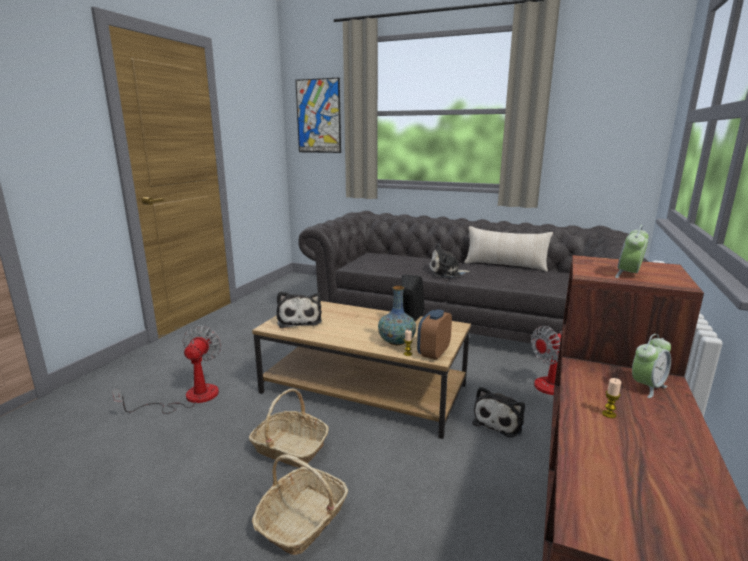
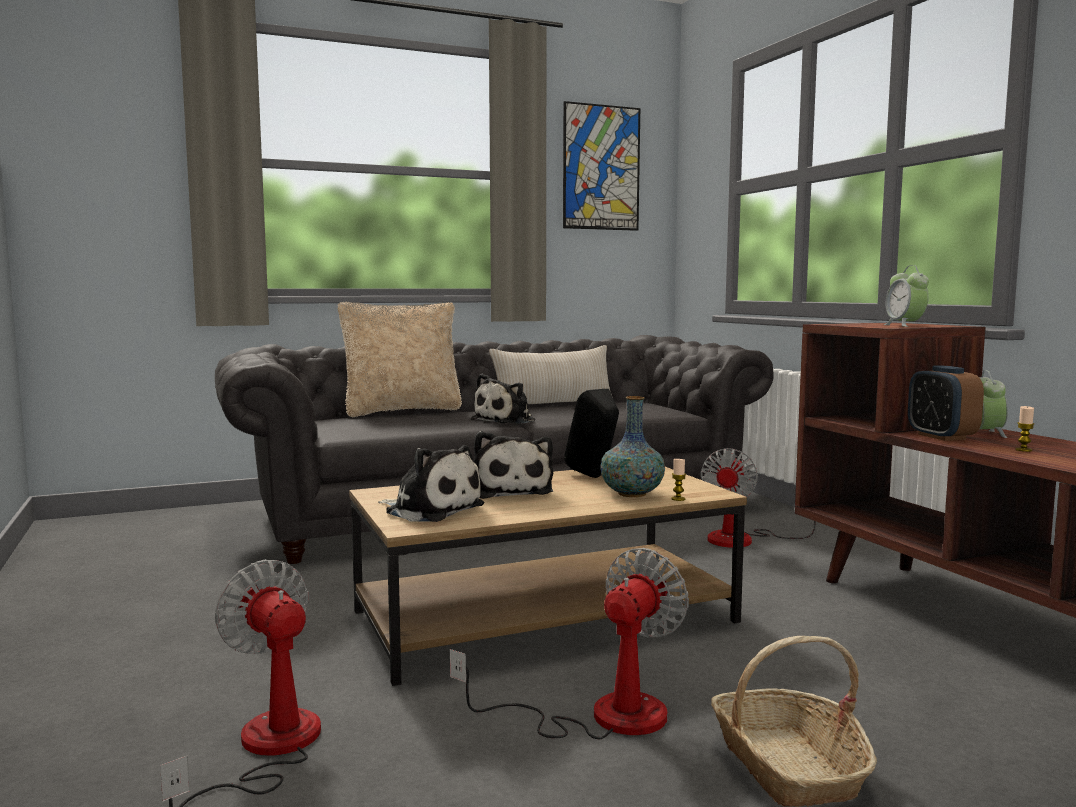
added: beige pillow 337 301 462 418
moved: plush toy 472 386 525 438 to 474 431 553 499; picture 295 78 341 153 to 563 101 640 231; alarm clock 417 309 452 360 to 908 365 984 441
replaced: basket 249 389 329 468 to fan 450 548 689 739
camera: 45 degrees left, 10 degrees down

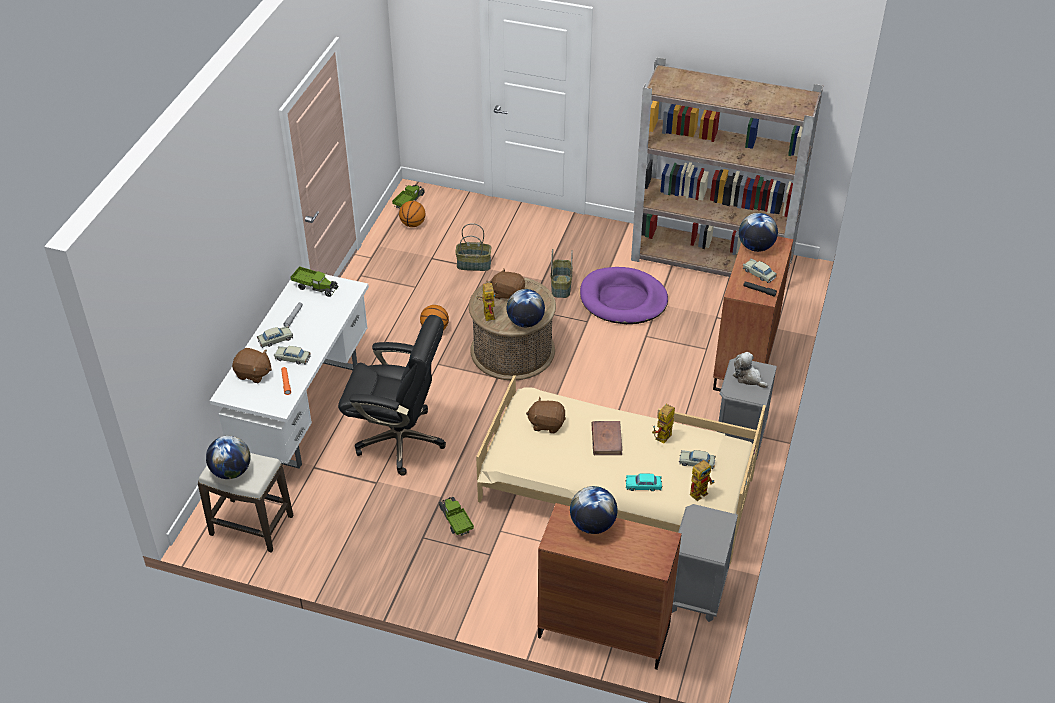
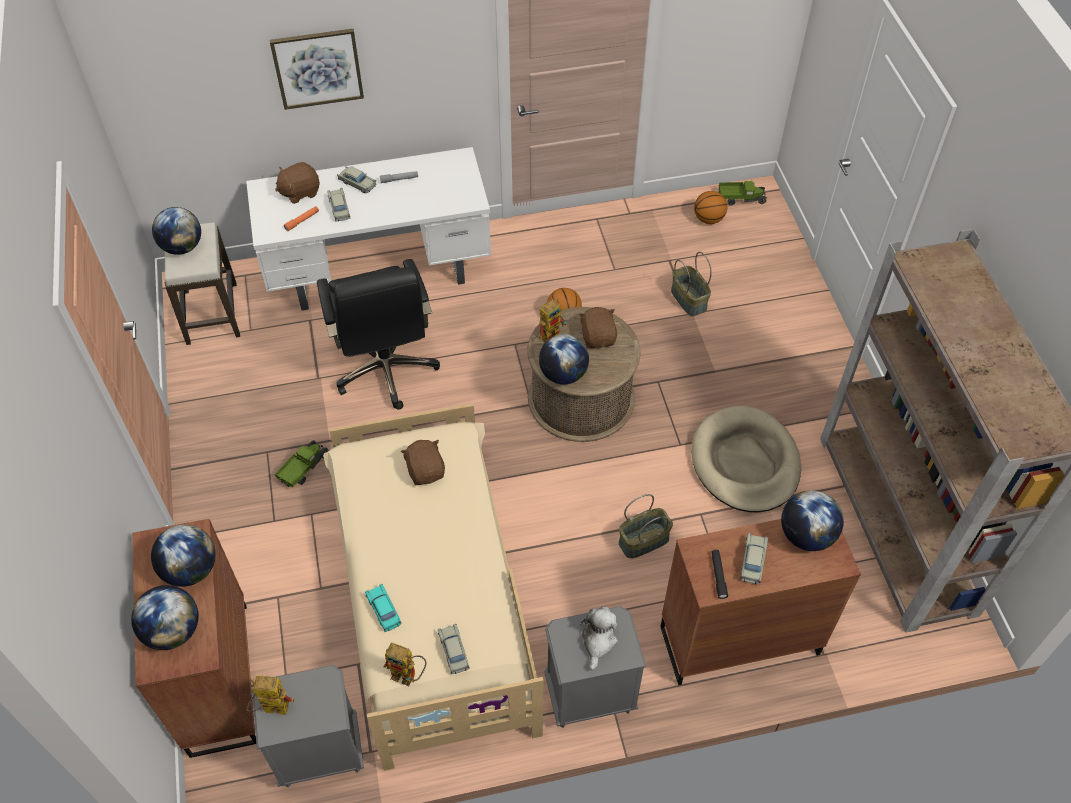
removed: toy truck 290 266 338 297; brown book 591 421 622 455
added: globe 131 585 199 650; picture 269 29 364 110
moved: toy robot 652 404 675 444 to 247 675 294 715; basket 550 249 573 298 to 619 494 673 558
recoloured: purple dog bed 580 267 668 324 to beige dog bed 691 406 801 513
turned: brown plush toy 232 348 272 383 = 275 162 320 204 75 degrees clockwise
camera: 60 degrees right, 10 degrees up

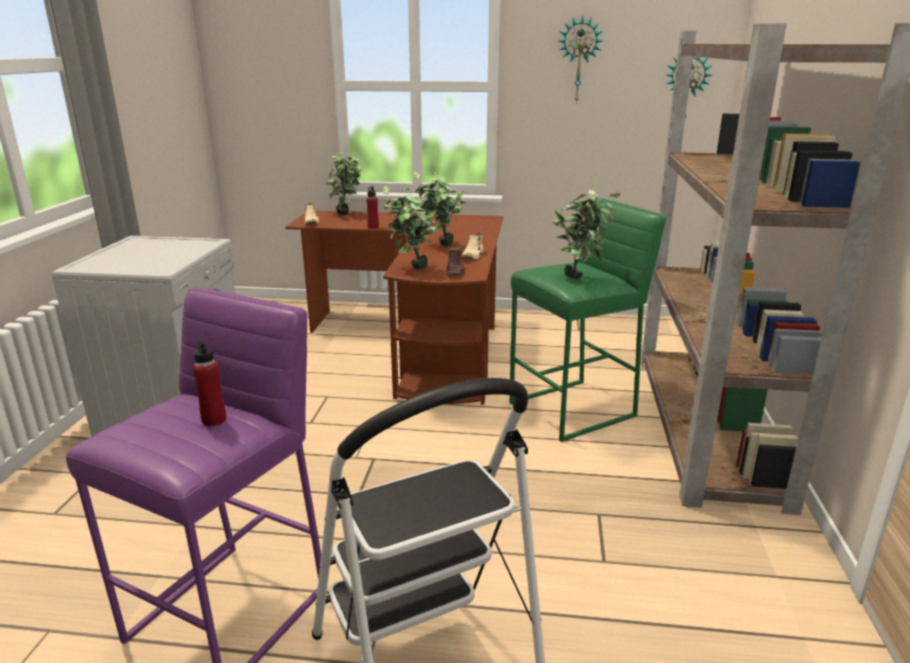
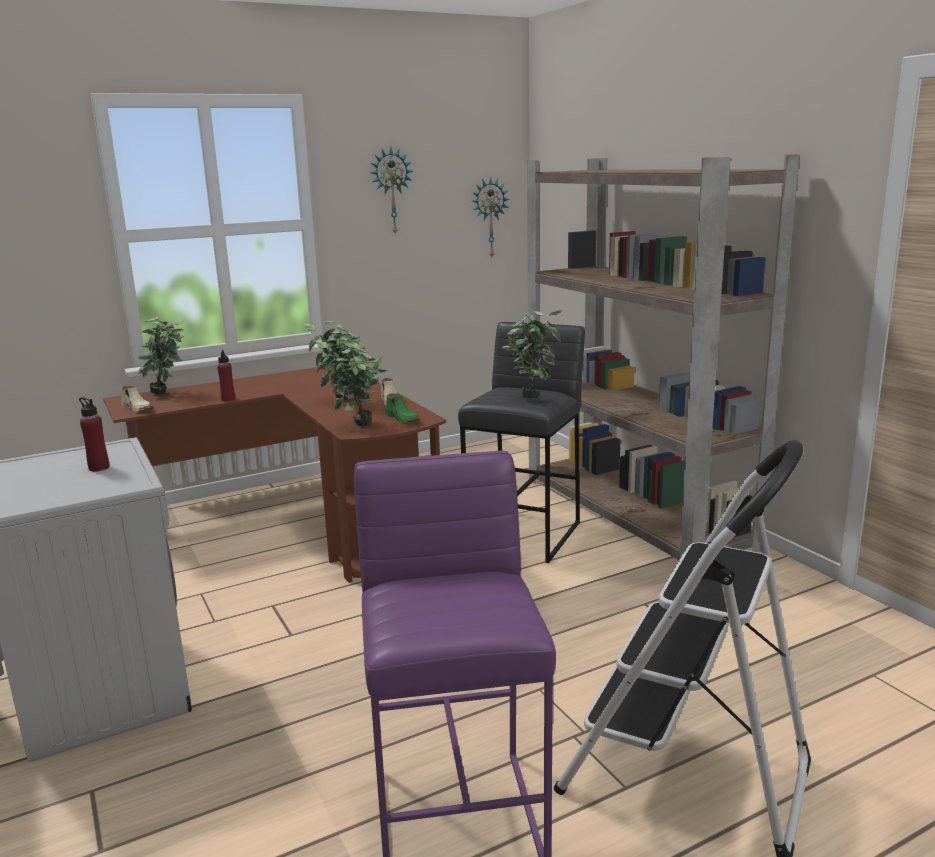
moved: red bottle 193 337 226 426 to 79 397 110 471
recoloured: brown shoe 446 246 465 275 to green shoe 385 393 420 423; green stool 510 198 666 442 to grey stool 458 322 585 563
camera: 35 degrees left, 5 degrees down

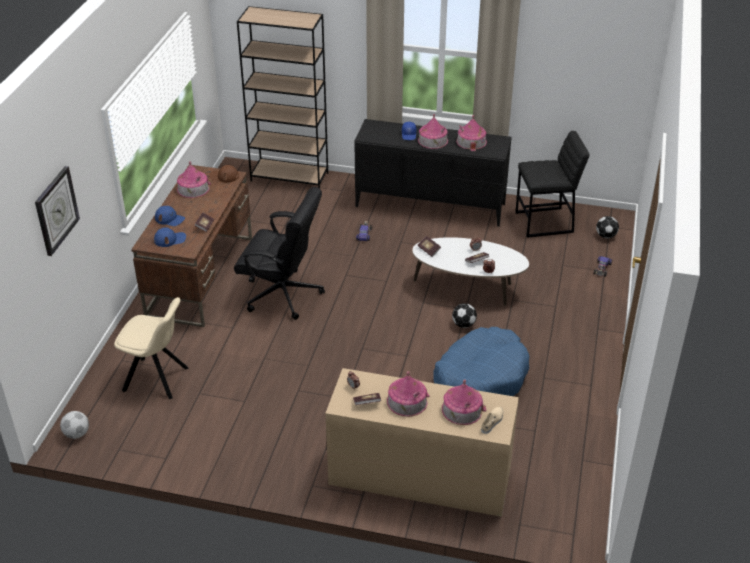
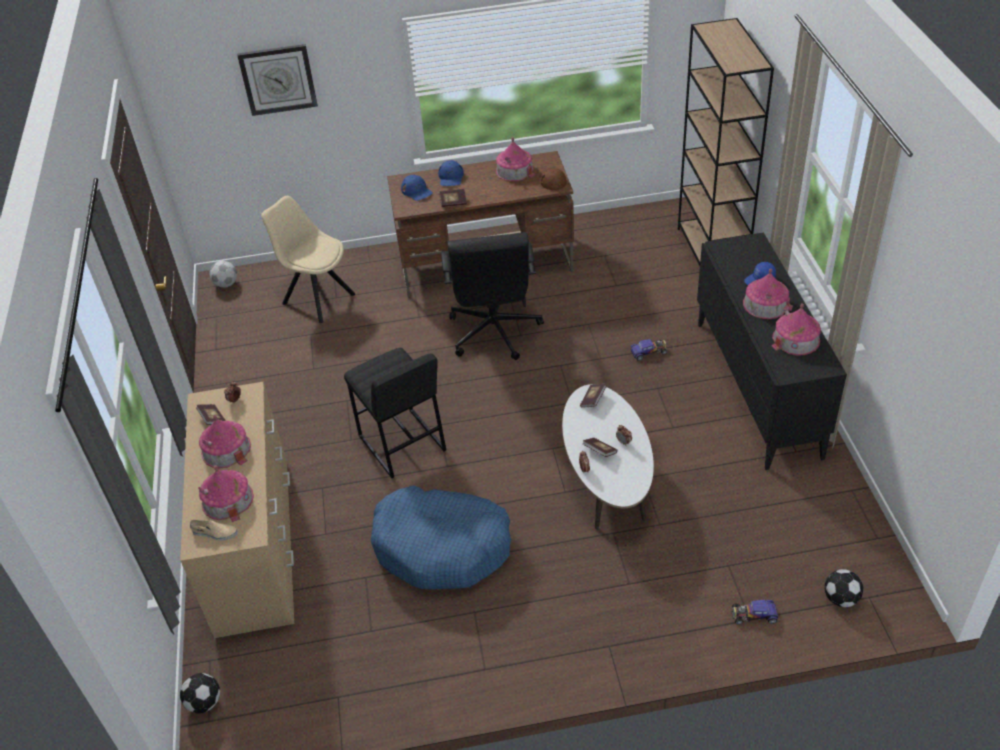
moved: football 452 303 477 328 to 180 673 220 713; black stool 515 131 590 238 to 344 348 446 478
turned: beige chair 114 297 189 399 = 261 196 355 323 135 degrees clockwise
camera: 70 degrees right, 5 degrees up

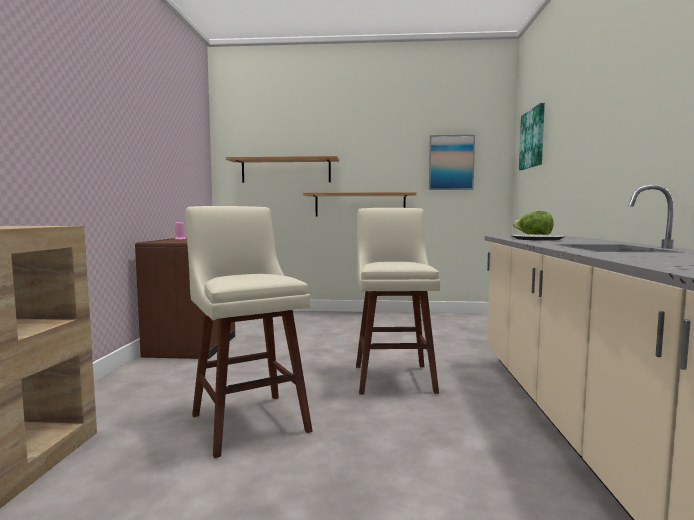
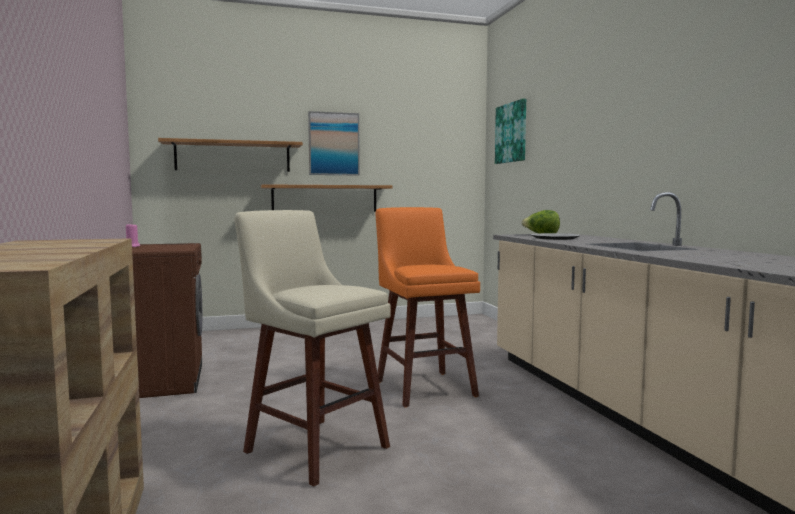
moved: picture 429 135 475 190 to 308 111 360 176
recoloured: beige stool 356 208 440 395 to orange stool 376 207 480 407
camera: 20 degrees left, 0 degrees up

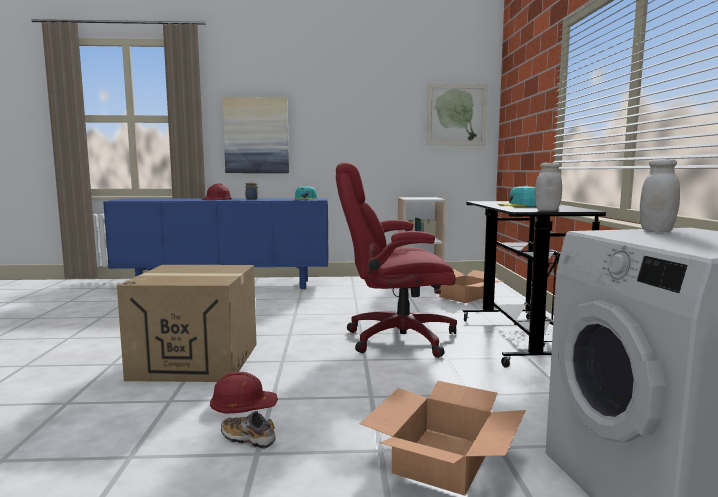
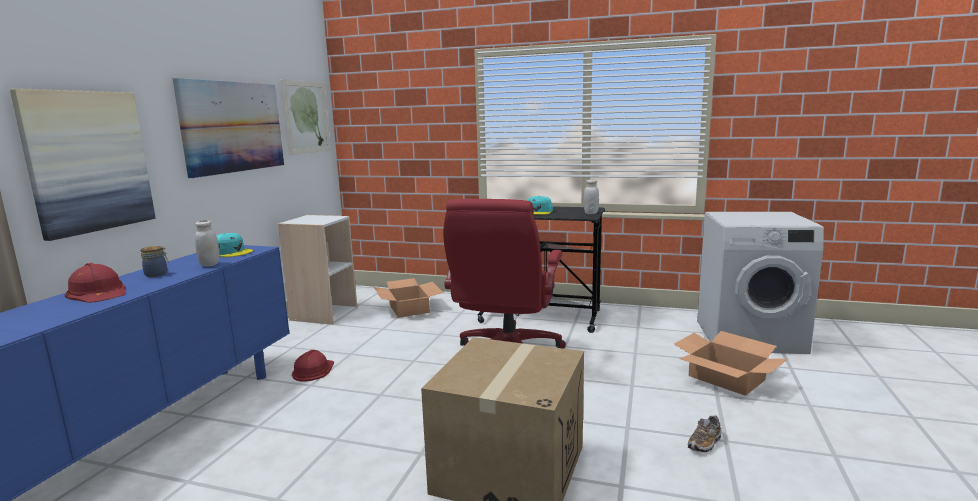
added: picture 172 78 284 178
moved: white jar 640 159 680 232 to 195 220 219 267; red hard hat 210 372 278 414 to 292 350 334 381
camera: 70 degrees left, 5 degrees up

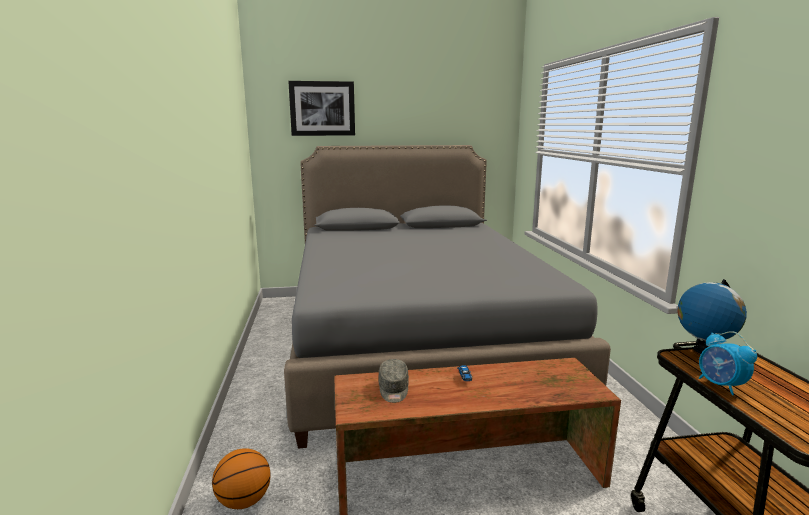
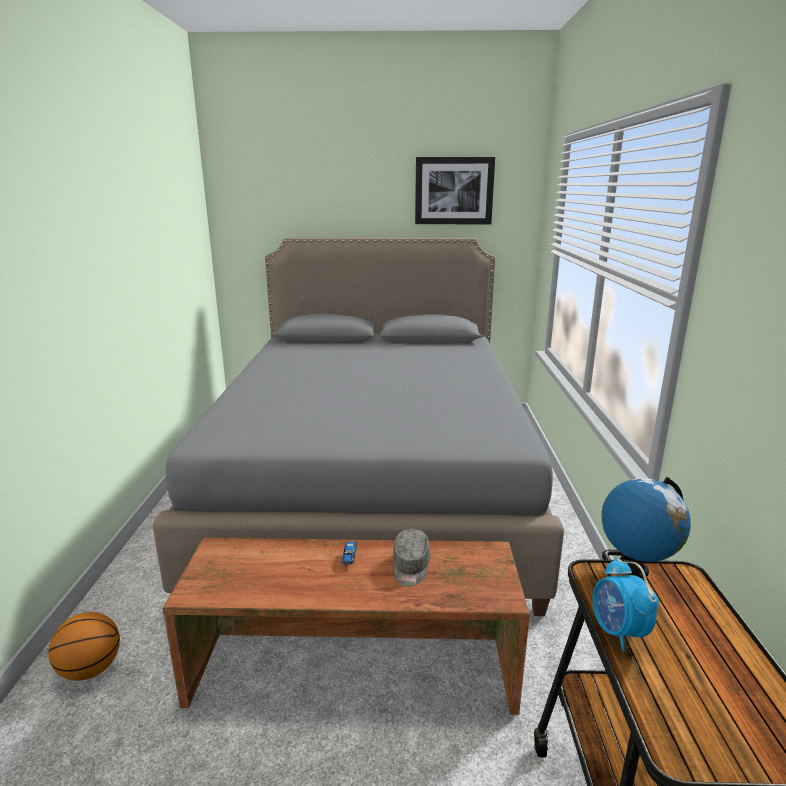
moved: grey cap 378 359 409 403 to 393 529 430 586; picture 288 81 355 136 to 415 157 495 224
camera: 10 degrees right, 5 degrees up

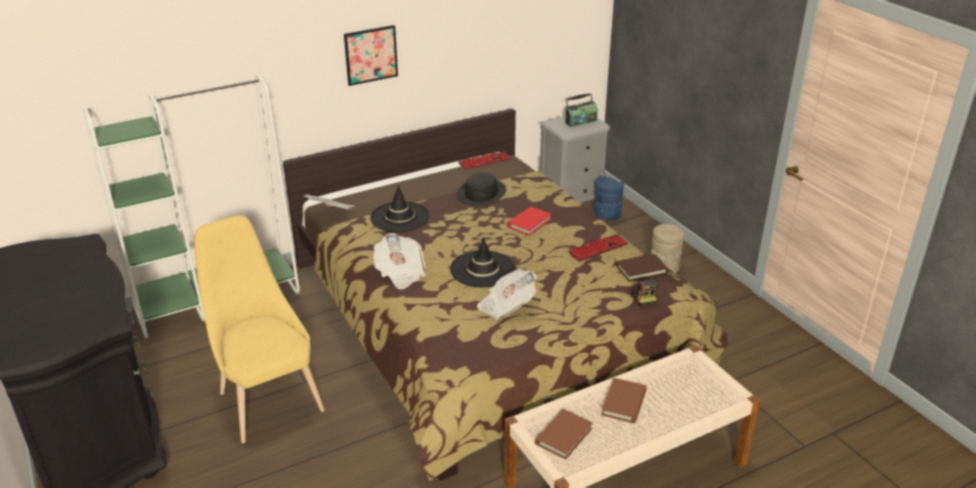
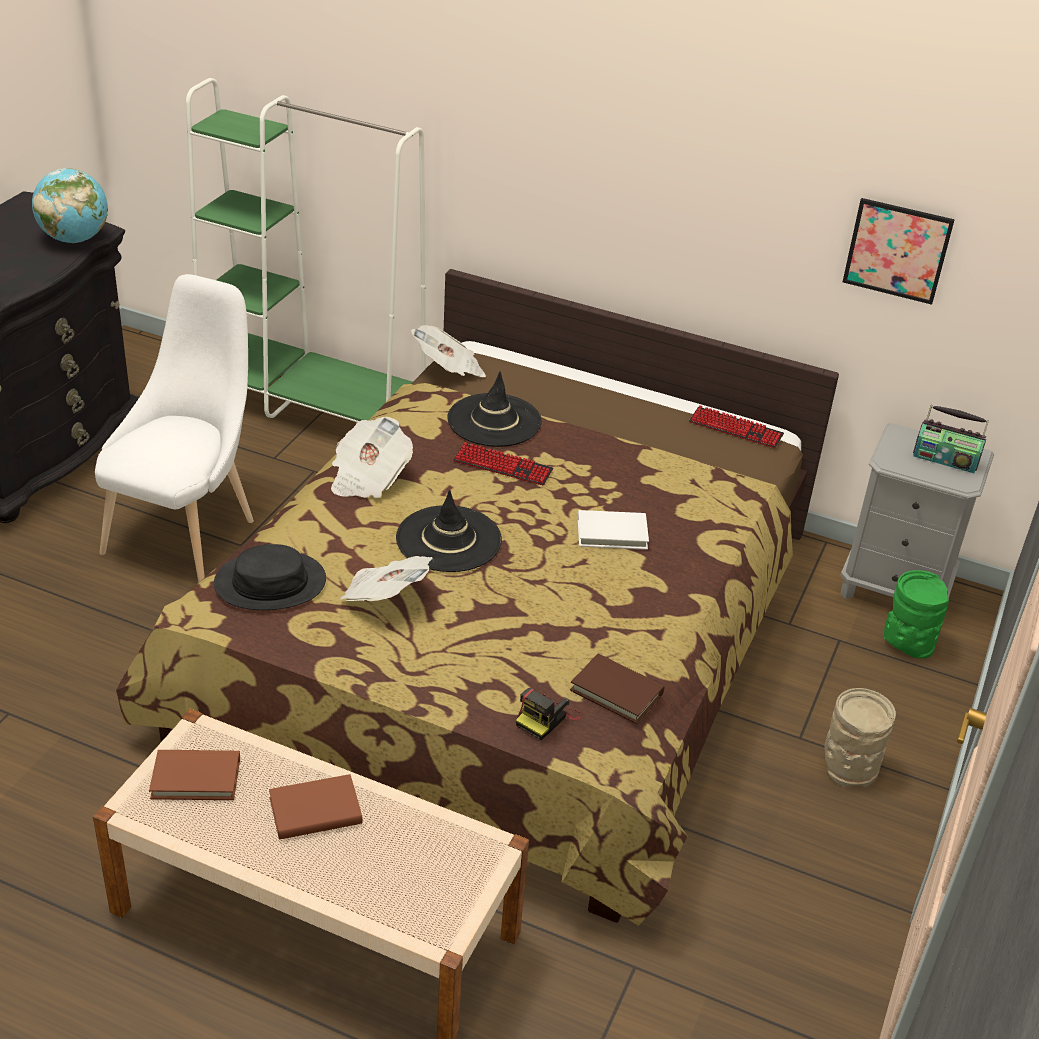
added: globe 32 168 108 243
moved: black hat 456 173 506 206 to 214 544 326 610; keyboard 568 234 628 262 to 453 442 553 485; picture 344 25 398 86 to 843 198 955 305
recoloured: yellow chair 194 216 325 443 to white chair 95 274 254 582; red book 507 206 552 236 to white book 578 510 649 550; blue vase 594 176 624 220 to green vase 884 570 949 658
camera: 50 degrees right, 5 degrees up

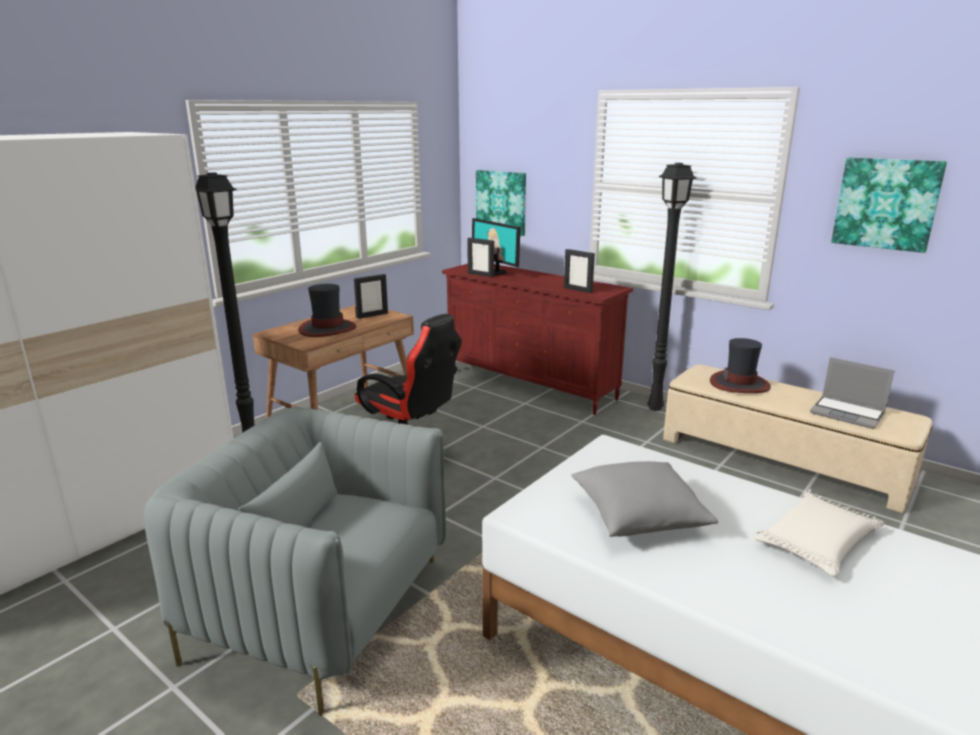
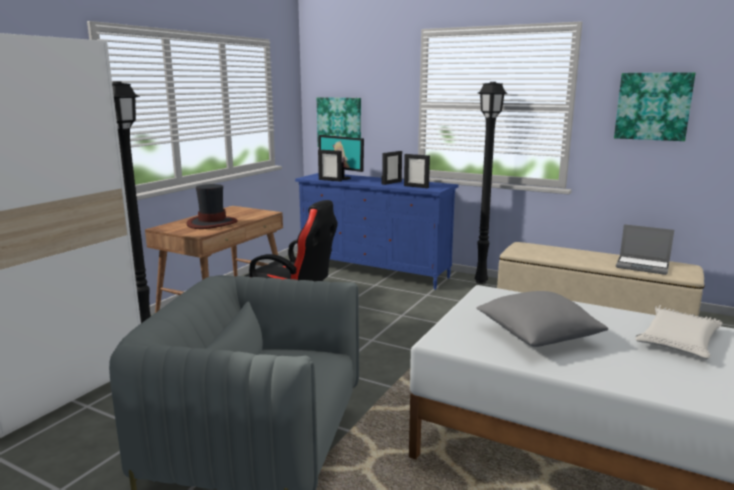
removed: hat 710 338 771 393
moved: picture frame 354 274 388 319 to 381 151 402 185
recoloured: red dresser 442 264 633 415 to blue dresser 295 173 458 290
camera: 10 degrees left, 5 degrees down

